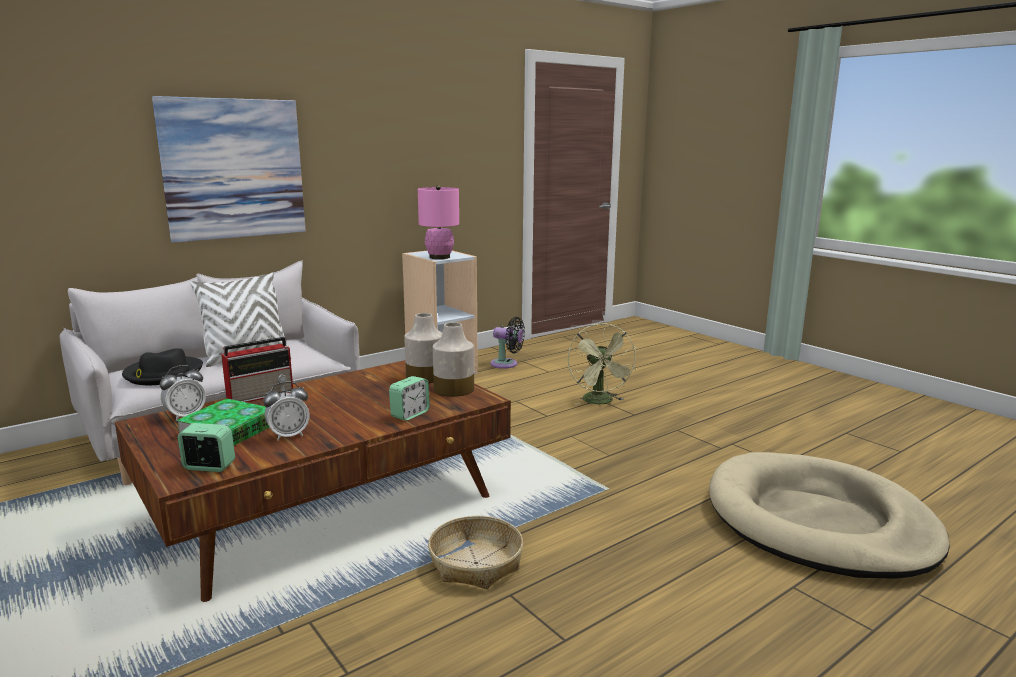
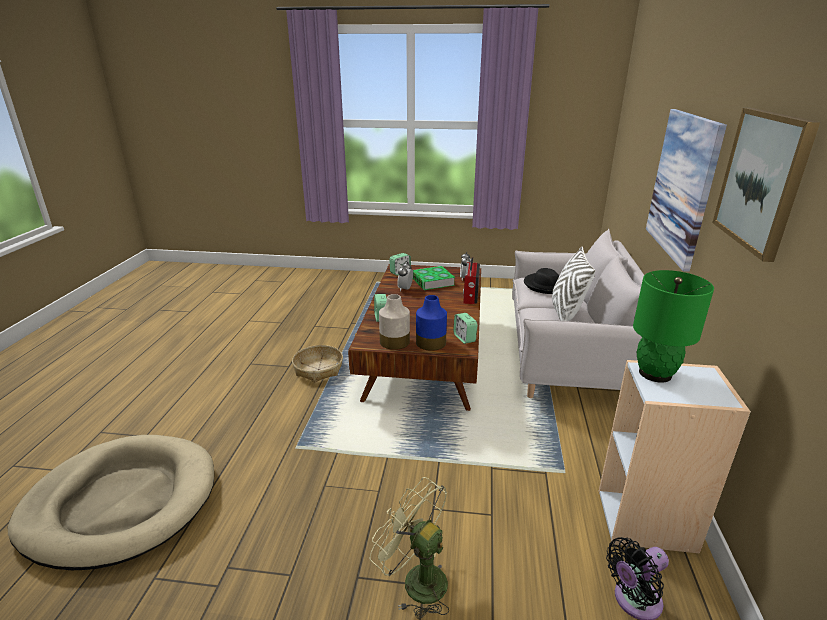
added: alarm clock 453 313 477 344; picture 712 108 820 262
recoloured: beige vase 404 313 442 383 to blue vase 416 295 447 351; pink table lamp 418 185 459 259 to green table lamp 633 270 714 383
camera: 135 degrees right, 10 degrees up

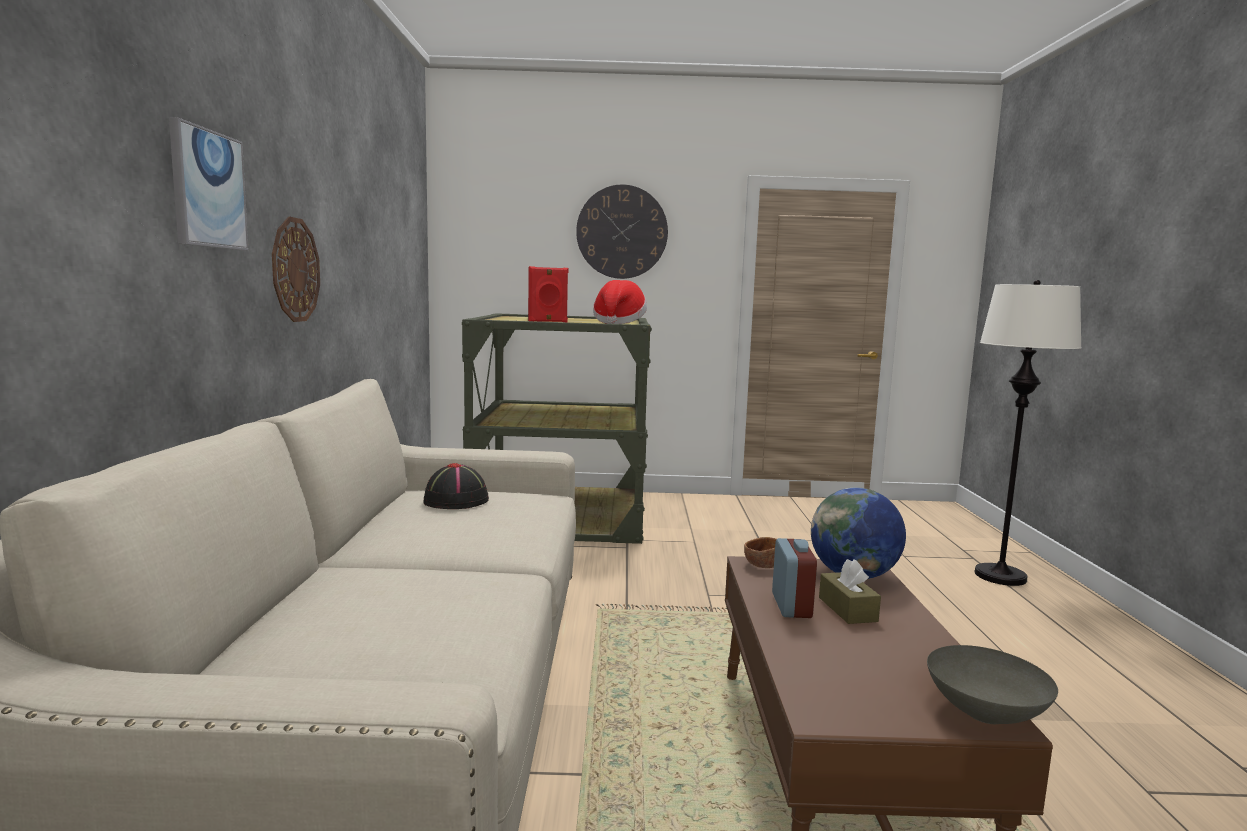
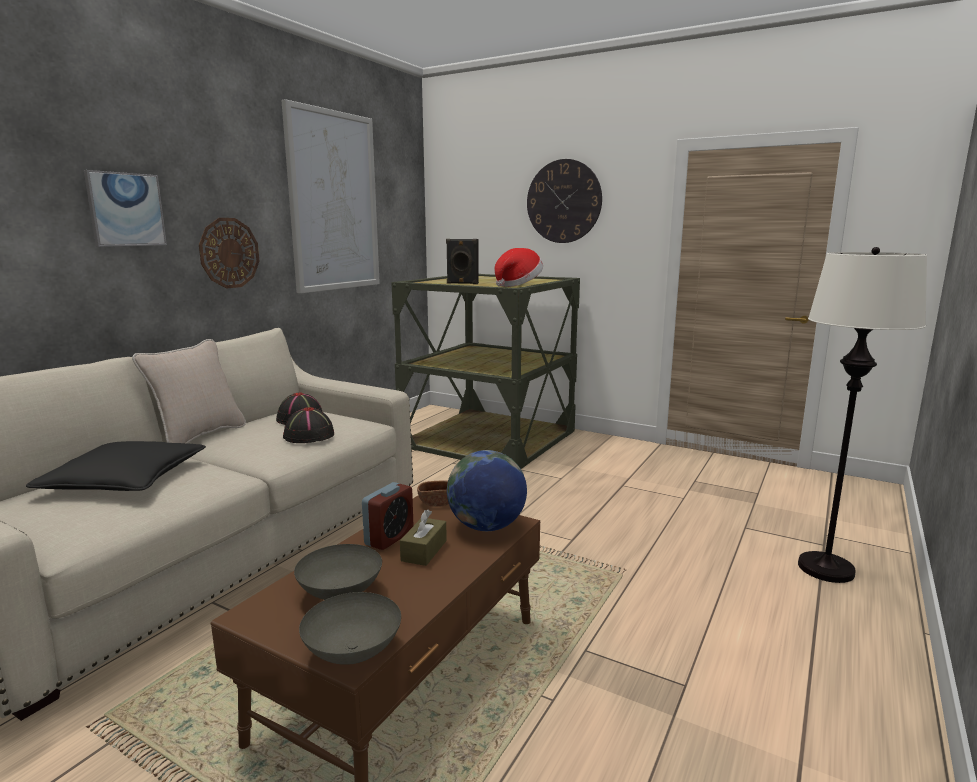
added: black pillow 26 441 206 491; beige pillow 132 339 246 444; picture 281 99 380 294; black hat 283 407 334 443; grey bowl 294 544 382 600
recoloured: red speaker 528 266 568 322 to black speaker 446 239 479 284
camera: 30 degrees right, 5 degrees up

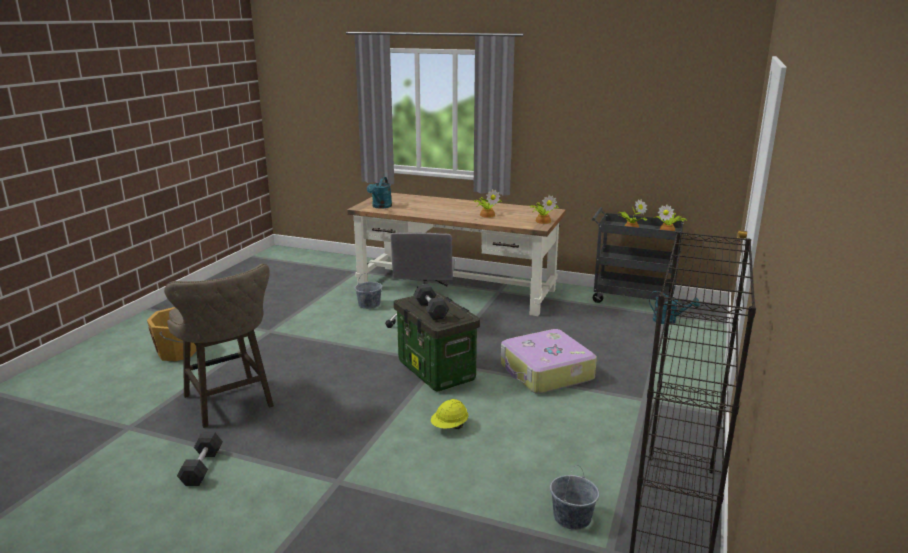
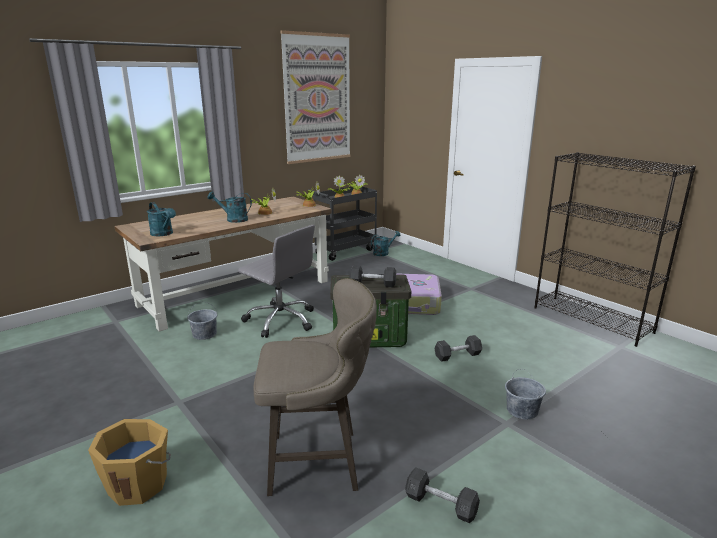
added: turquoise watering can 208 191 252 223; picture 280 30 350 164
moved: grey bucket 550 465 599 530 to 505 369 546 420
replaced: yellow hard hat 431 399 469 429 to grey dumbbell 434 335 482 362
camera: 60 degrees left, 0 degrees up

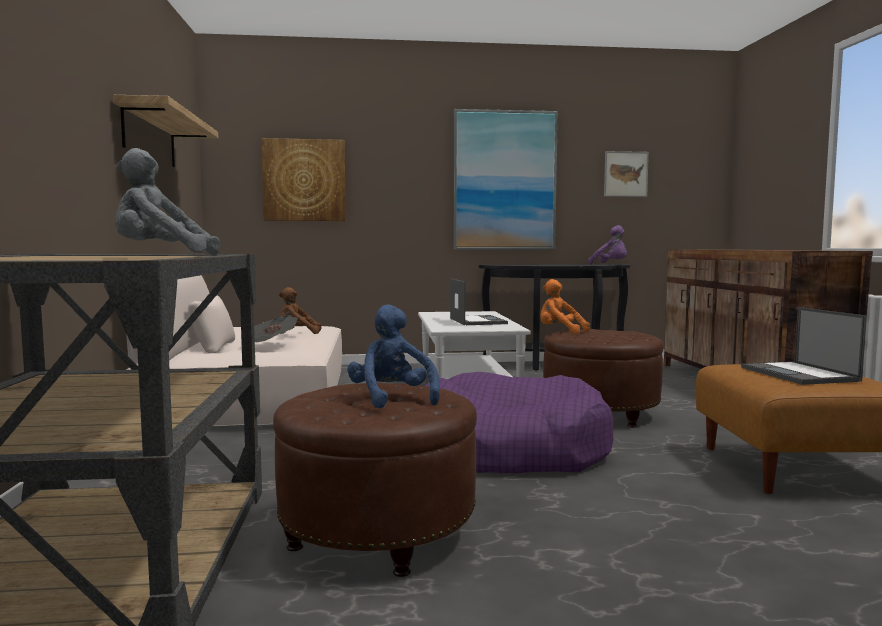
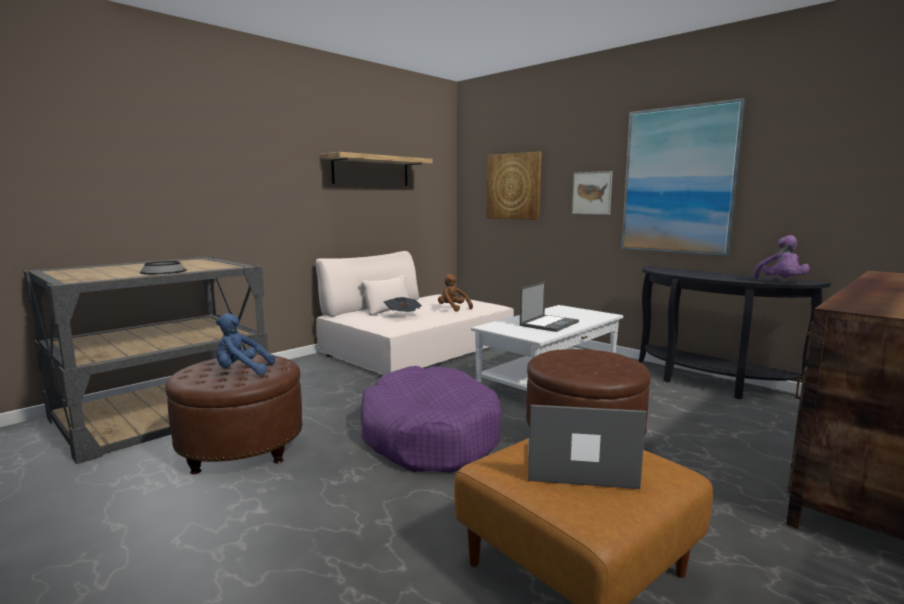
removed: orange plush toy 540 279 590 334
moved: picture 604 151 649 197 to 572 171 613 215
replaced: grey plush toy 115 148 220 255 to bowl 139 261 187 274
turned: blue plush toy 347 304 440 408 = 216 313 275 375 120 degrees counterclockwise; laptop 741 307 867 385 = 528 405 646 489 60 degrees clockwise
camera: 50 degrees right, 5 degrees up

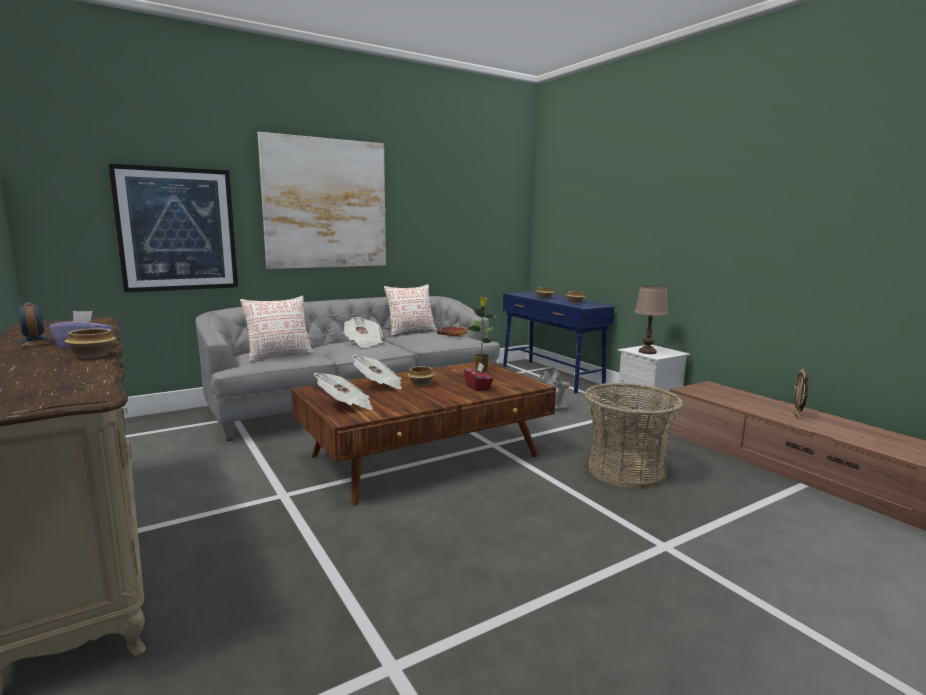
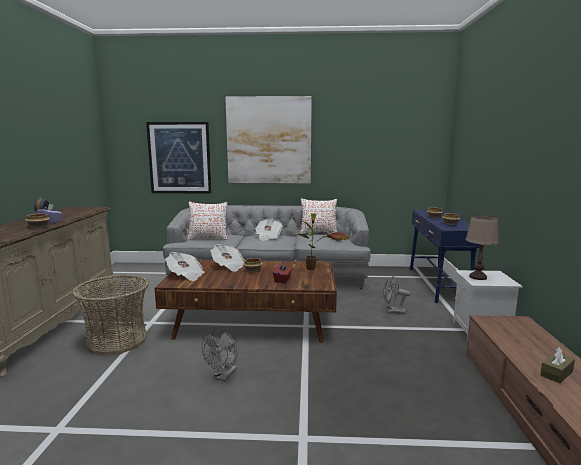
added: grey fan 202 330 237 381
moved: basket 584 383 683 489 to 72 275 149 356
replaced: picture frame 793 369 808 420 to brown tissue box 540 347 575 384
camera: 35 degrees right, 0 degrees up

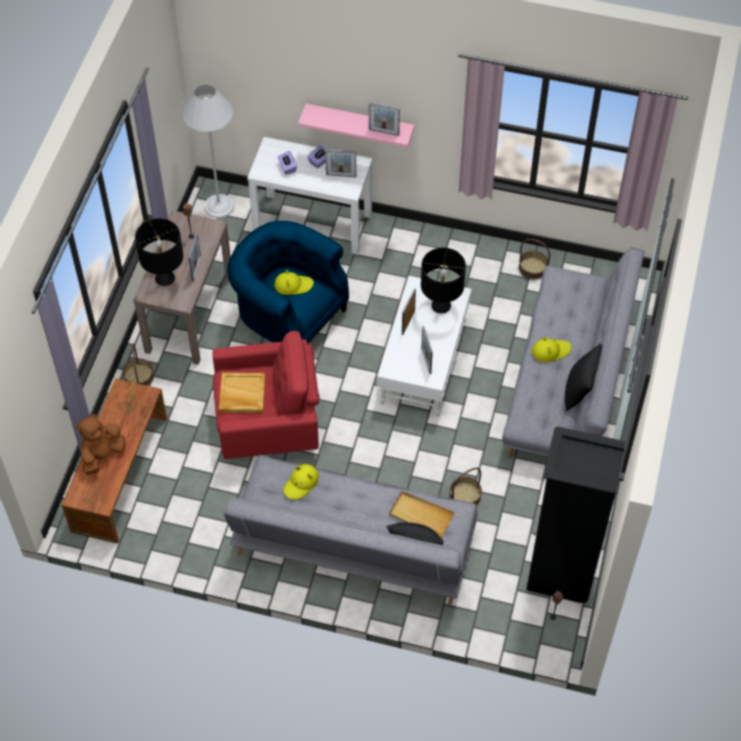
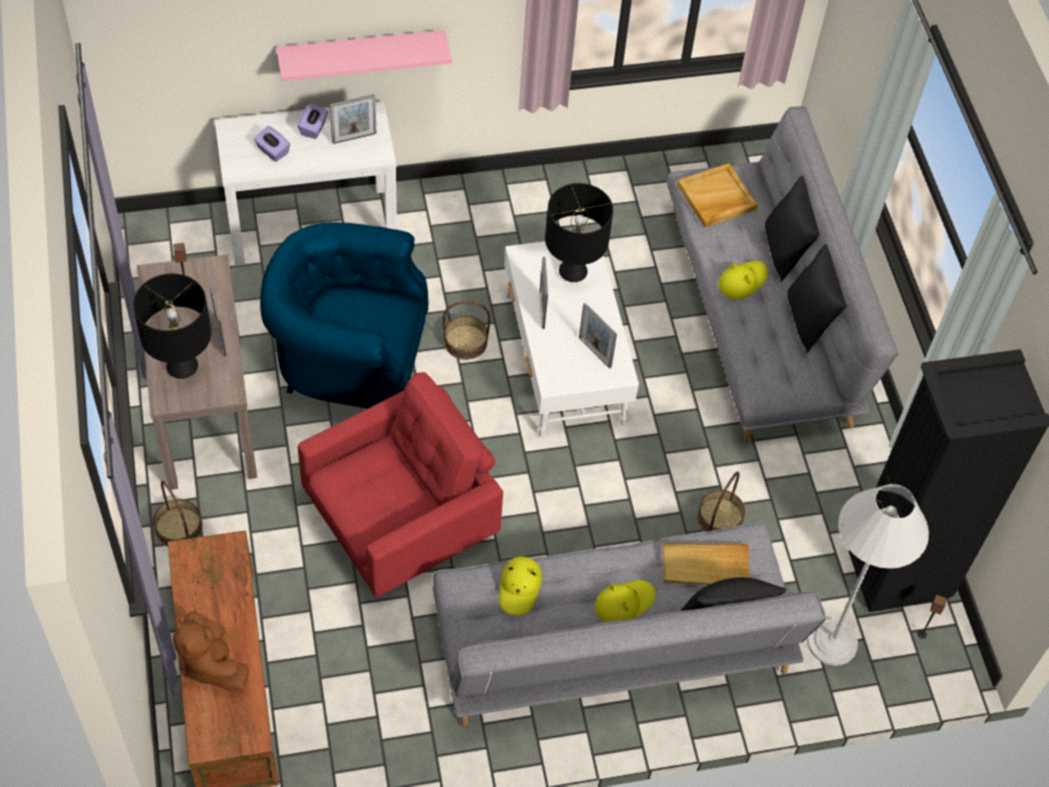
removed: picture frame 369 102 400 136
added: black pillow 765 176 819 282
moved: basket 519 239 550 279 to 442 301 491 360; yellow hat 274 270 314 295 to 595 580 655 622; beige tray 219 373 265 413 to 677 163 758 228; white floor lamp 182 84 234 218 to 807 484 929 666
turned: brown plush toy 76 414 125 475 = 173 611 248 691 45 degrees counterclockwise
camera: 30 degrees left, 0 degrees up

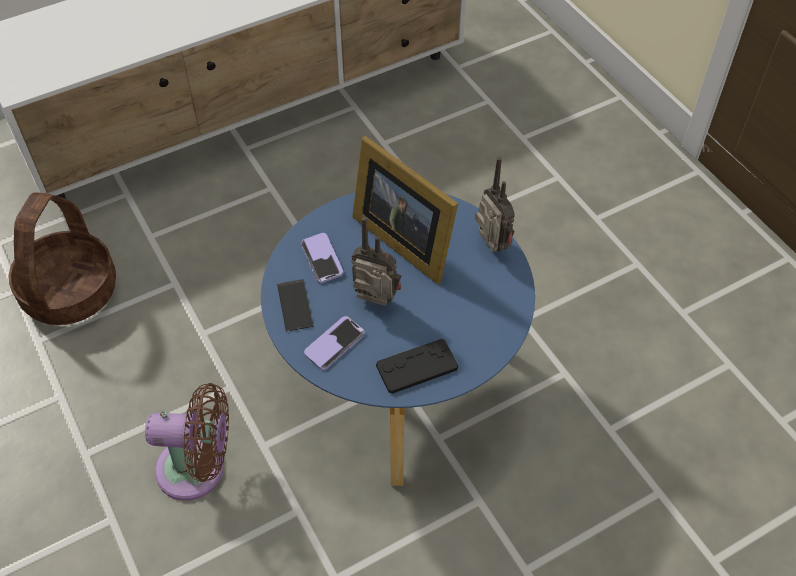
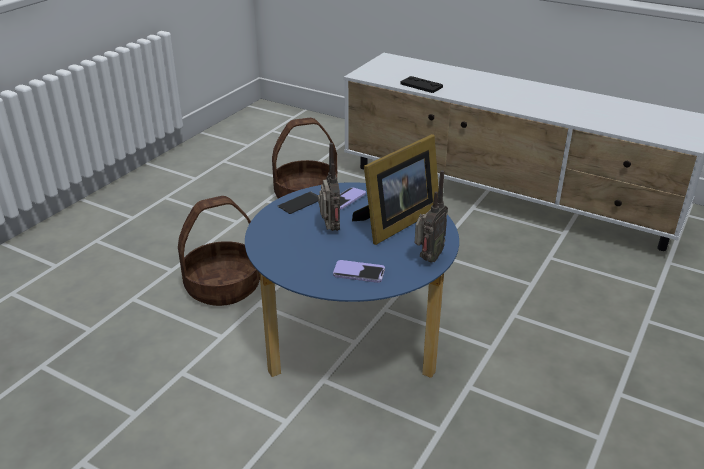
moved: phone 304 316 365 370 to 333 260 385 283; black game controller 376 339 458 394 to 400 76 443 93
replaced: brown fan 145 383 229 501 to basket 178 196 260 306
turned: picture frame 352 136 458 284 = 352 134 439 245 150 degrees counterclockwise
camera: 60 degrees right, 20 degrees down

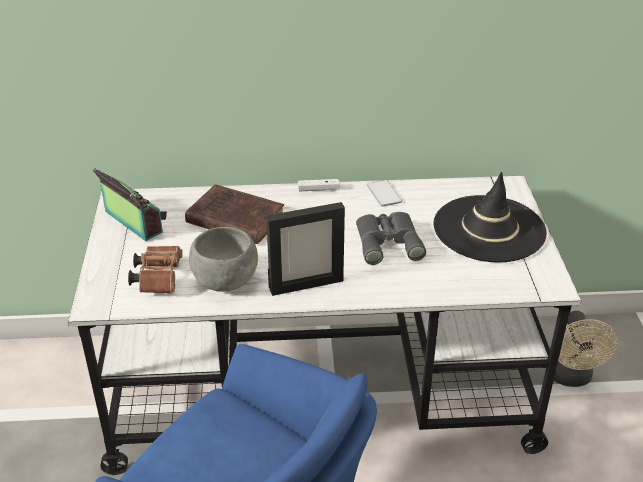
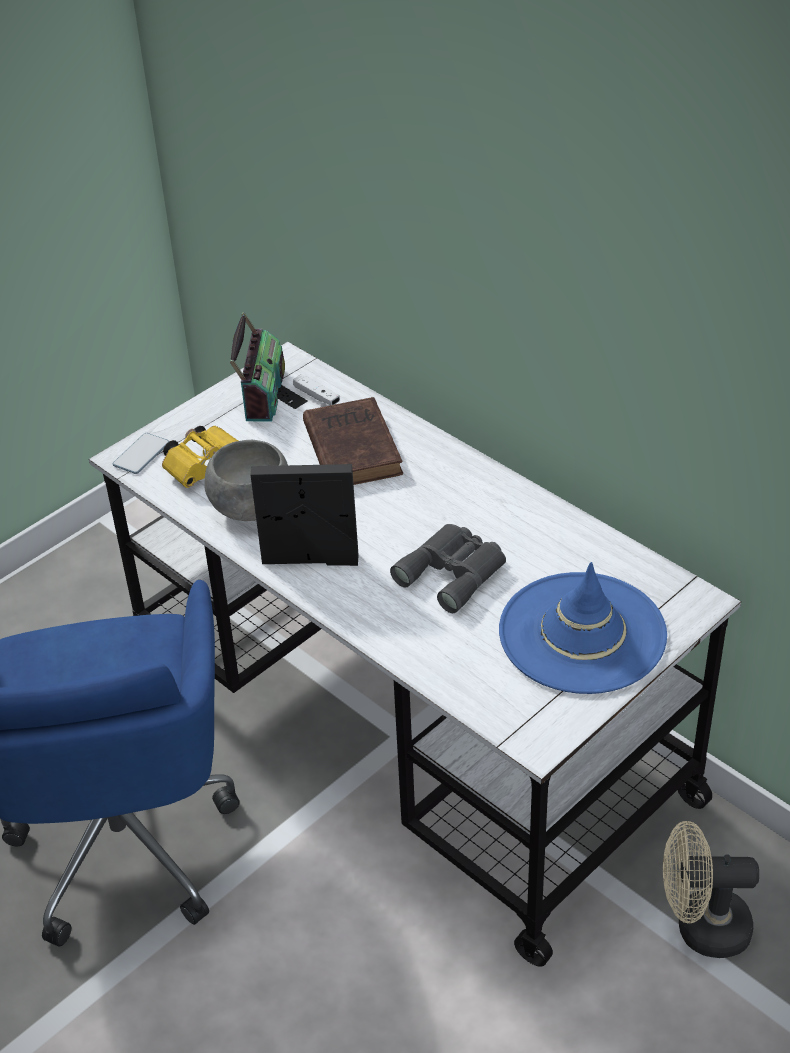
moved: phone 367 180 402 206 to 113 433 169 474; white game controller 298 179 340 191 to 293 374 340 405
recoloured: brown binoculars 128 246 183 294 to yellow binoculars 162 426 238 488; black hat 433 172 547 263 to blue hat 499 562 667 694
turned: picture frame 266 202 345 296 = 250 464 358 566 150 degrees clockwise; beige fan 554 311 618 387 = 663 821 759 958 45 degrees clockwise
camera: 50 degrees right, 5 degrees up

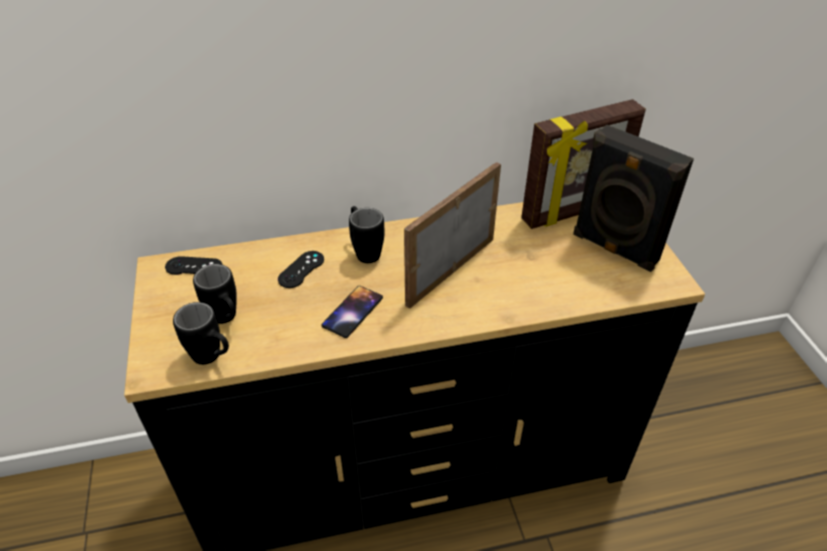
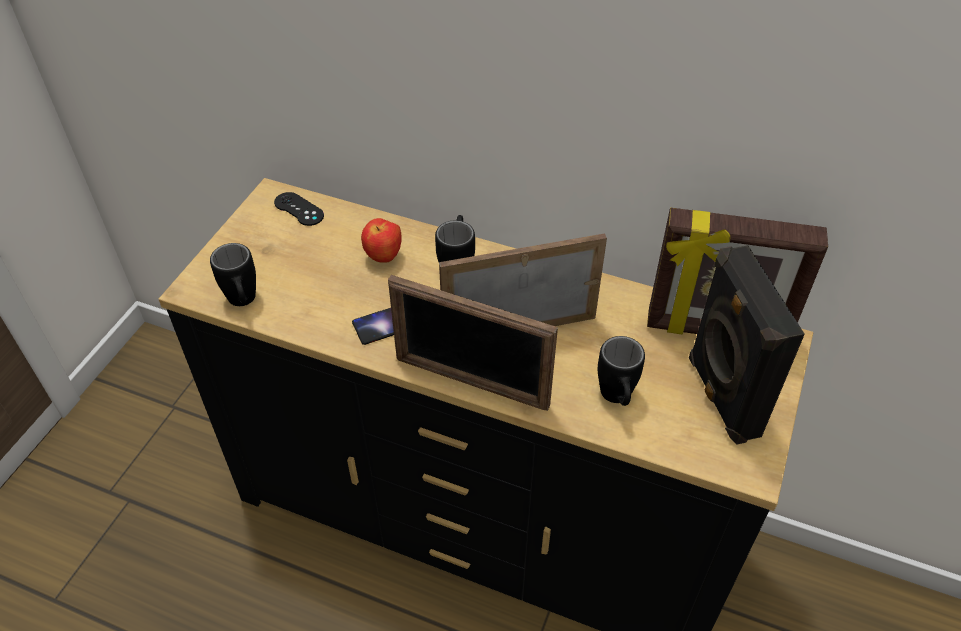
added: picture frame 388 275 558 411
moved: black mug 193 264 237 324 to 598 336 645 406
replaced: black game controller 278 251 324 288 to apple 361 218 402 263
camera: 35 degrees right, 5 degrees up

